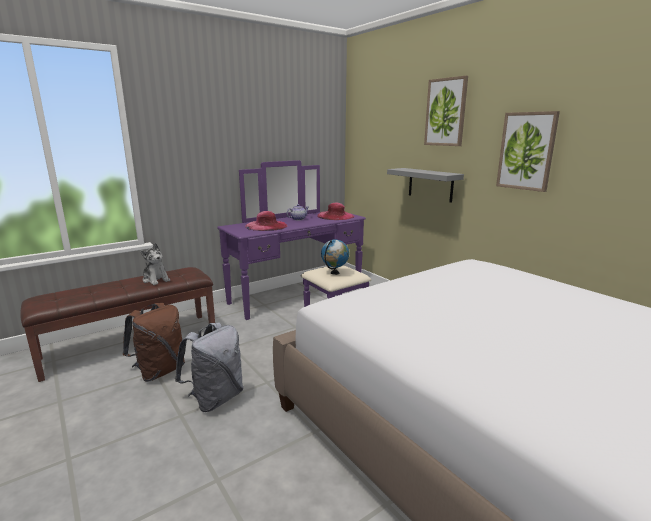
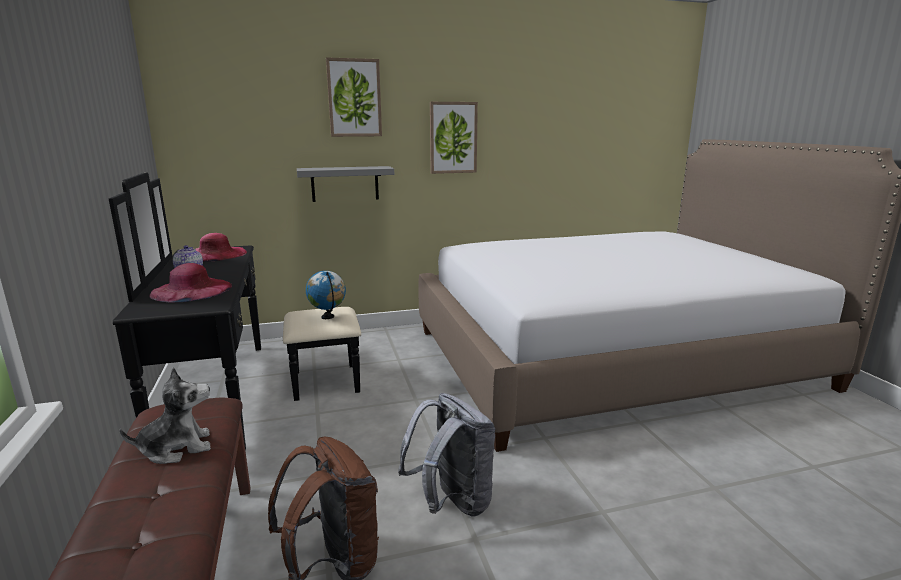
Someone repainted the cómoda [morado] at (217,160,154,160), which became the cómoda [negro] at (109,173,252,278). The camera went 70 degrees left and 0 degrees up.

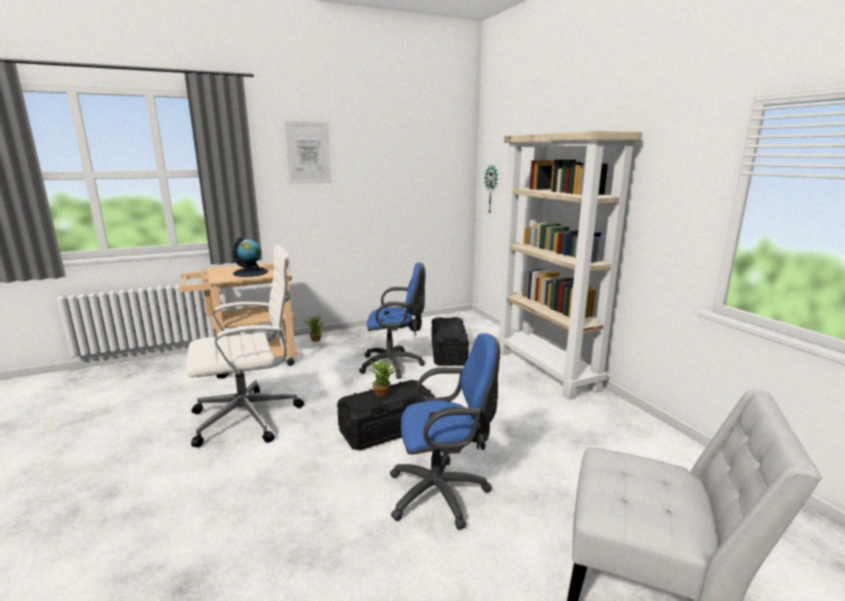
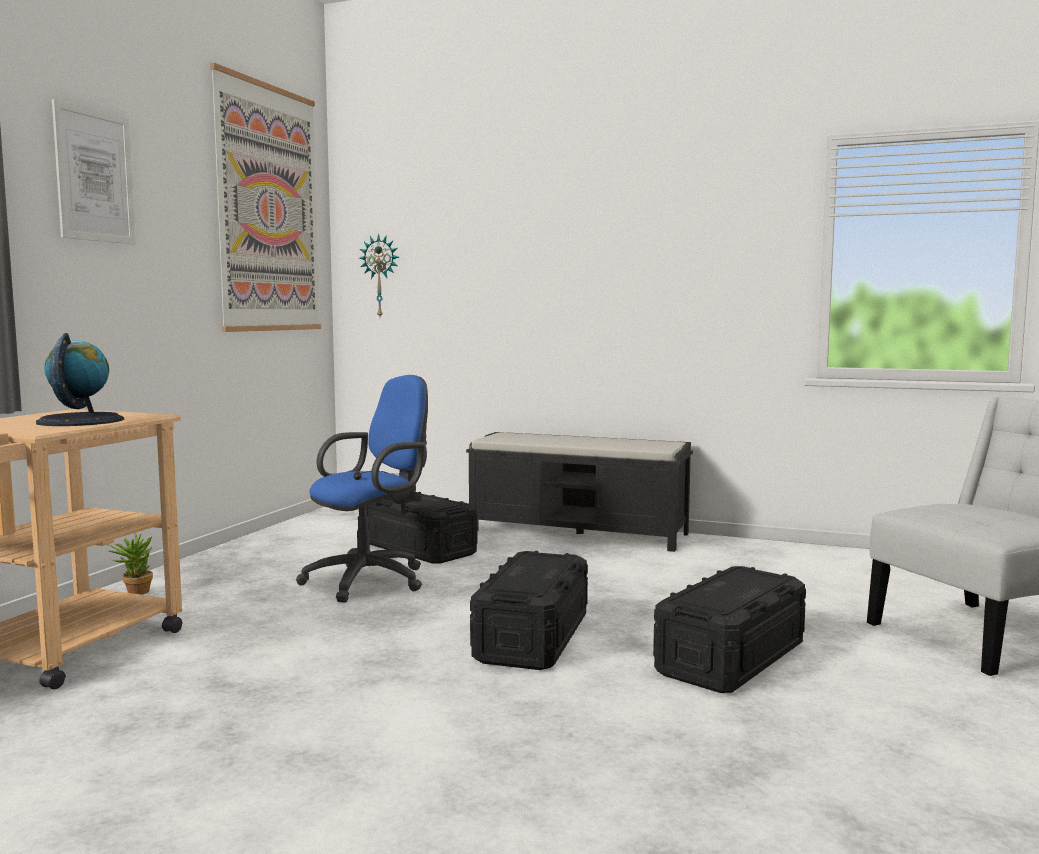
Someone took away the silla de oficina [blanco] at (186,245,118,202). Someone took away the planta en maceta at (370,356,30,41). Someone put up the cuadro at (210,63,111,269). Someone swapped the silla de oficina [azul] at (390,333,110,197) for the caja de almacenaje [negro] at (653,566,153,127). Someone swapped the estantería [beis] at (496,131,146,269) for the banco [negro] at (466,432,227,120). The camera went 45 degrees left and 10 degrees down.

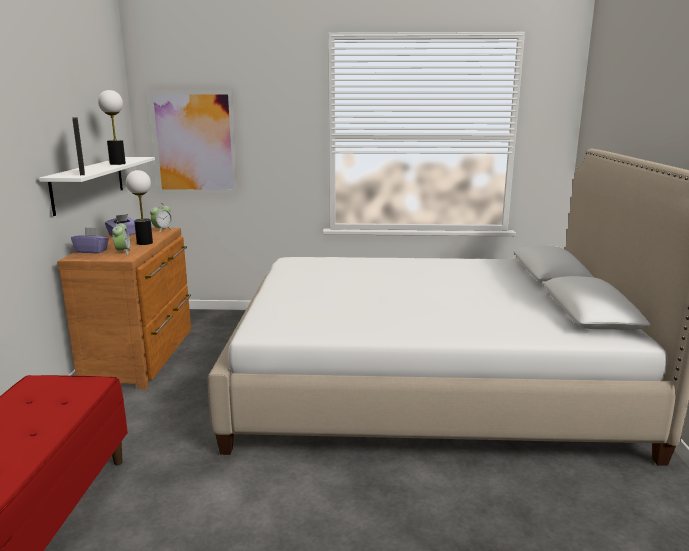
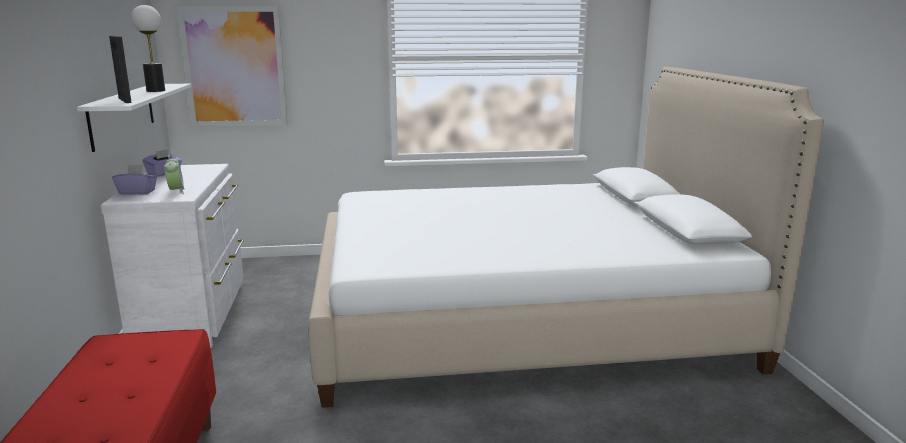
Someone took away the lámpara de mesa at (126,170,27,75). Someone took away the despertador at (150,205,23,28). Someone repainted the cómoda [marrón] at (57,228,134,161), which became the cómoda [blanco] at (101,164,143,184). The camera went 10 degrees left and 0 degrees up.

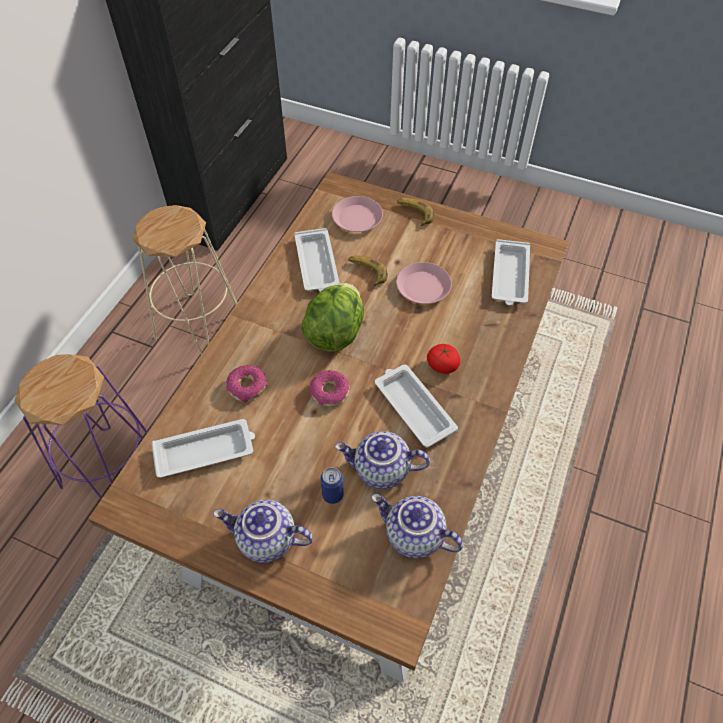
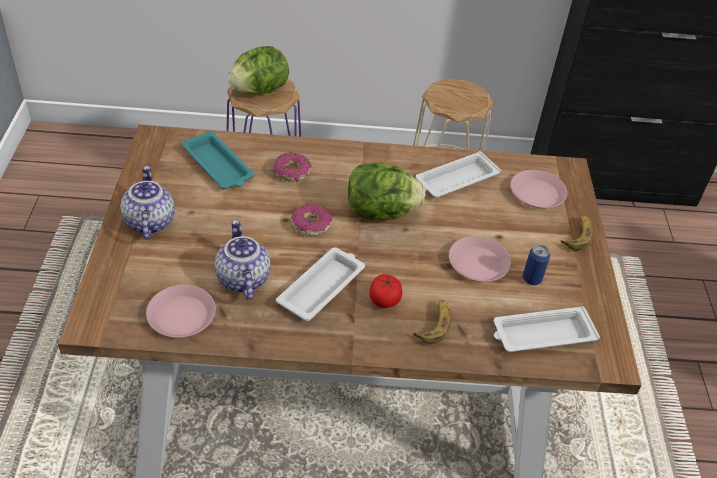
Someone put down the lechuga at (227,46,62,49). Someone carried the lata from (321,467,23,37) to (523,244,27,41). Someone carried the plátano from (348,255,40,31) to (413,300,38,44). Someone swapped the tetera at (372,494,91,64) for the plato [rosa] at (146,285,70,53). Someone repainted the bandeja [blanco] at (152,419,103,59), which became the bandeja [turquesa] at (181,131,73,58). The camera went 65 degrees right and 10 degrees down.

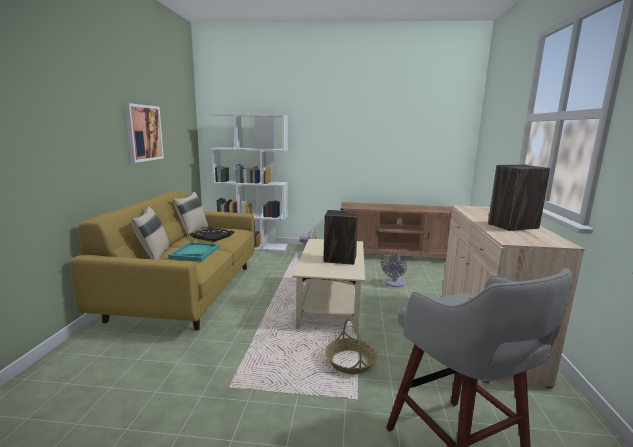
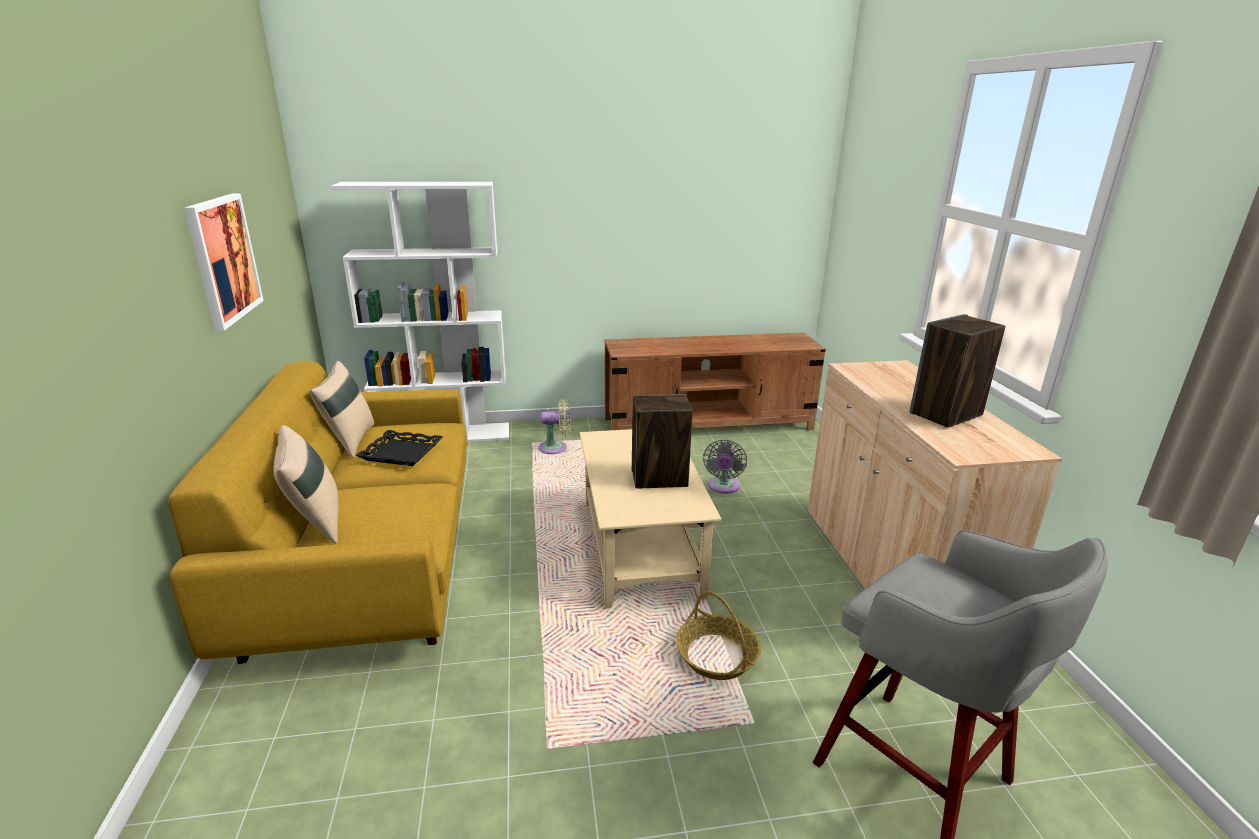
Someone took away the bandeja [turquesa] at (168,242,52,20). The camera went 15 degrees left and 10 degrees up.

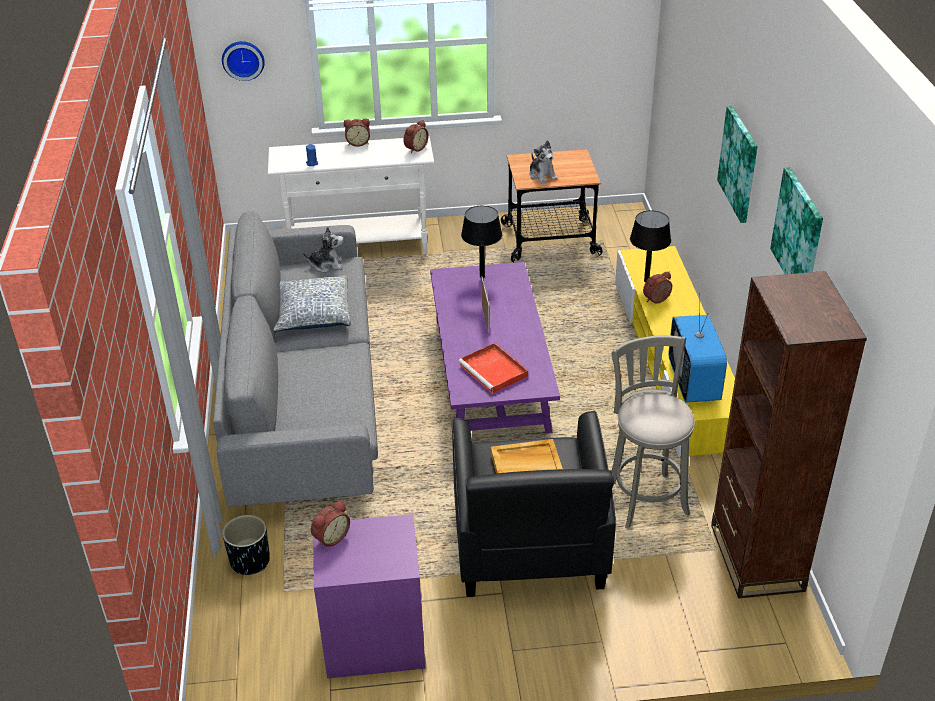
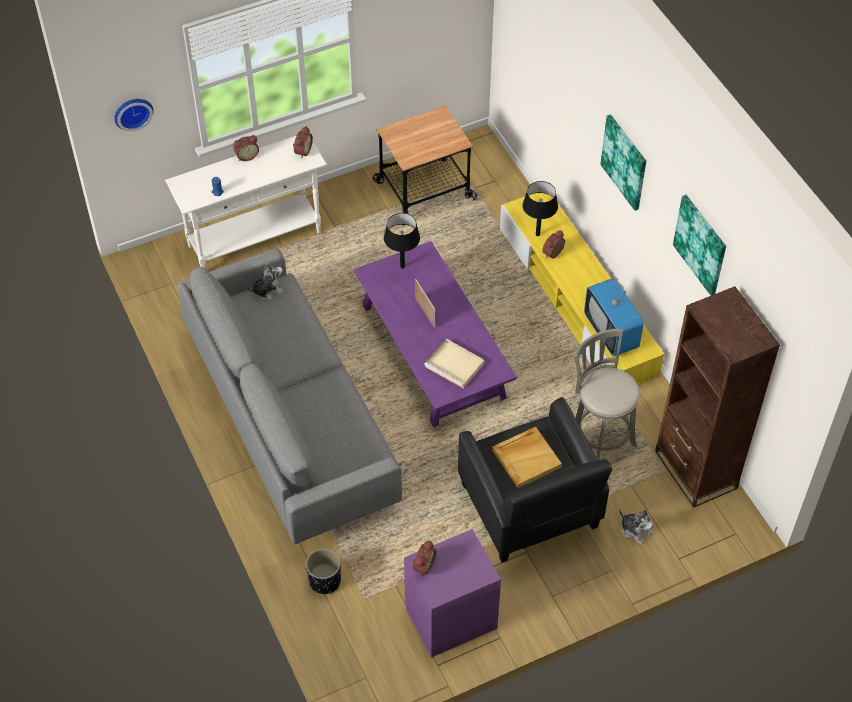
Someone took away the cojín at (274,275,77,57). Someone carried the peluche from (529,140,28,44) to (619,510,34,35). Someone repainted the bandeja [rojo] at (458,343,70,51), which became the bandeja [beis] at (424,338,61,50). The camera went 20 degrees left and 15 degrees up.

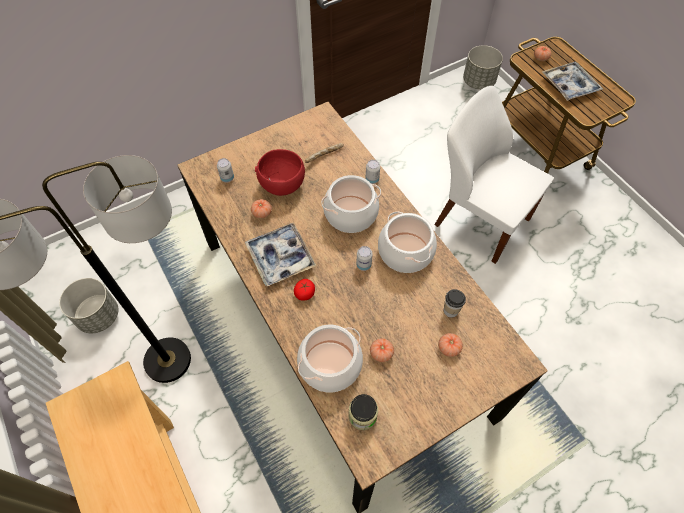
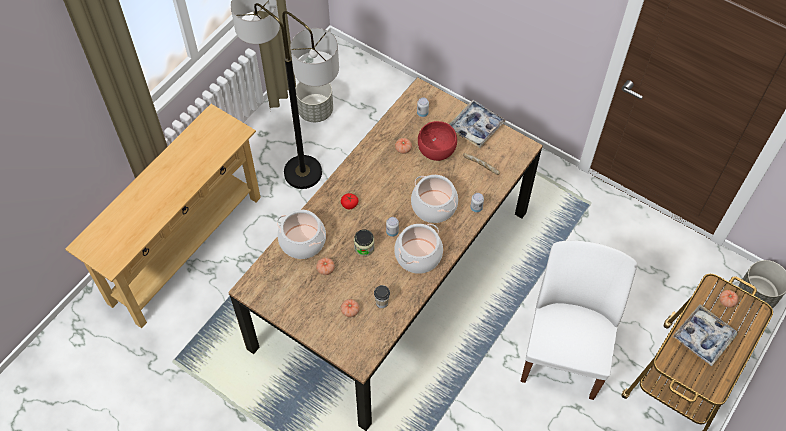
Someone carried the bandeja from (245,223,71,63) to (449,100,57,48). Someone carried the tarro from (349,394,29,36) to (354,229,21,27). The camera went 65 degrees right and 0 degrees up.

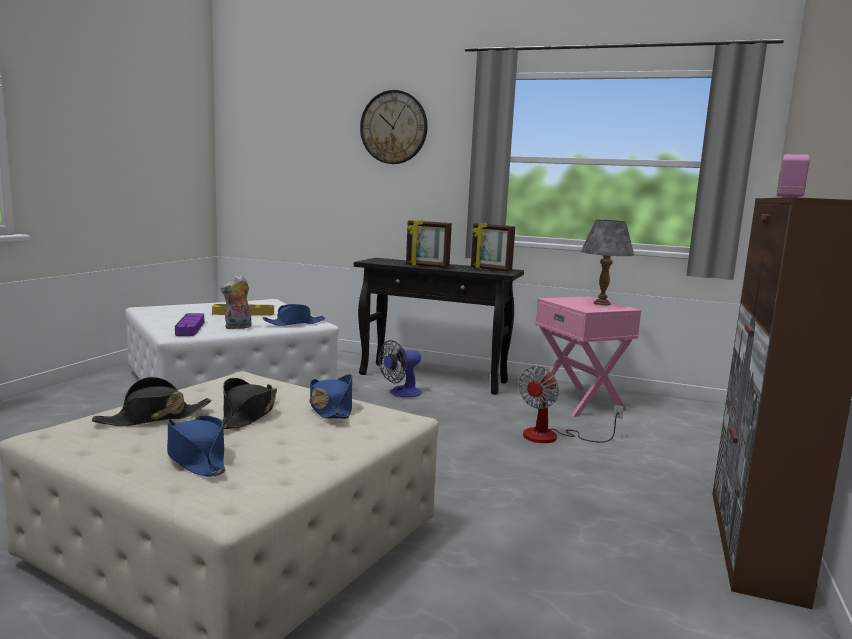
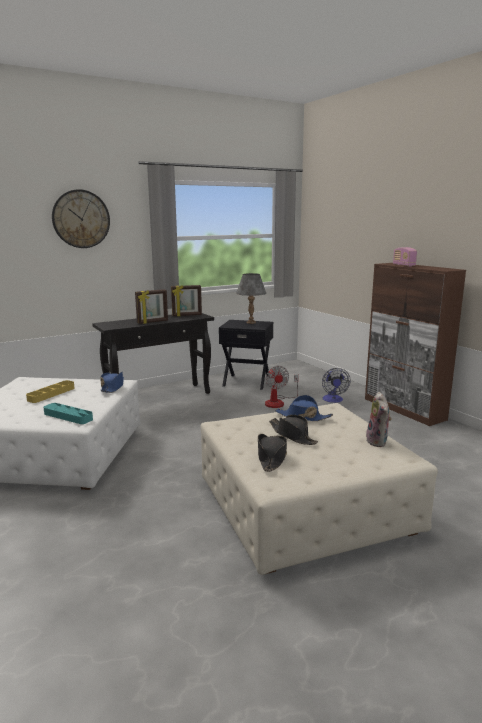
Someone took away the sombrero [azul] at (167,416,59,61). Someone carried the peluche from (221,275,30,55) to (366,392,26,55). Someone carried the ventilador from (378,340,44,57) to (322,368,29,35). Someone repainted the bandeja [morado] at (175,313,29,23), which became the bandeja [turquesa] at (44,403,49,21). Someone repainted the mesa auxiliar [rosa] at (535,297,106,120), which became the mesa auxiliar [negro] at (219,320,54,70). The camera went 50 degrees left and 5 degrees up.

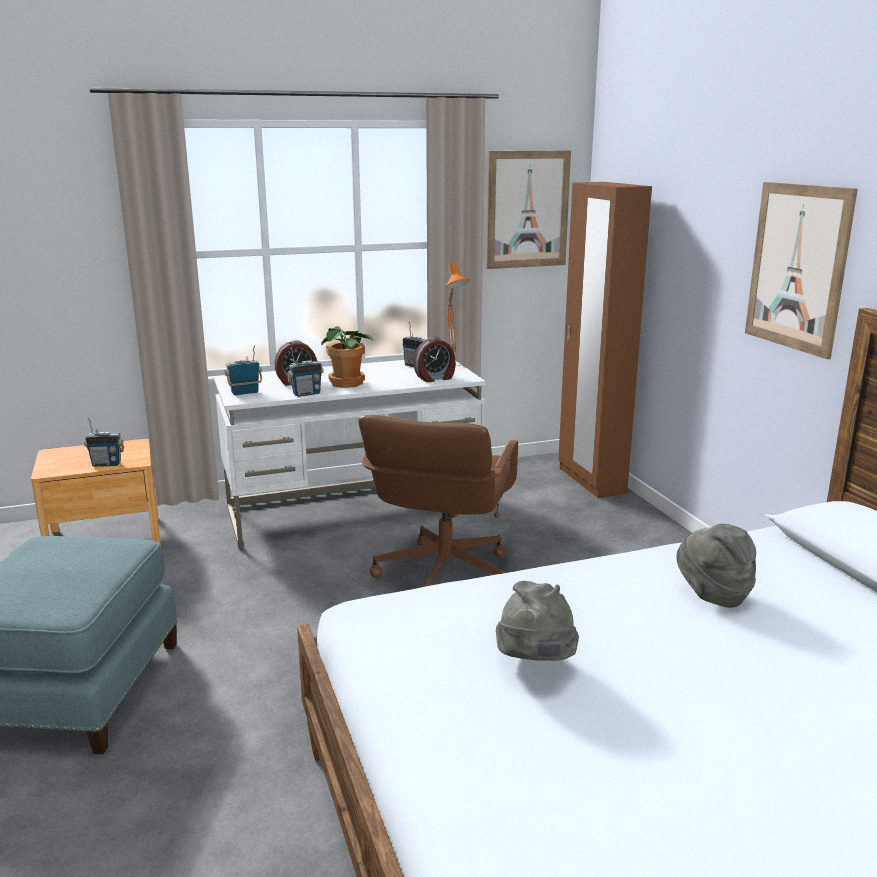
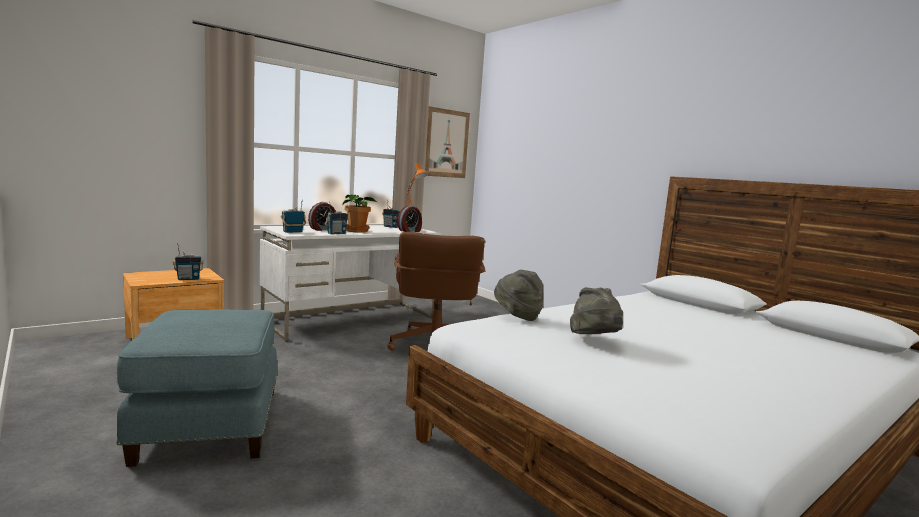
Someone took away the armario ropero [marrón] at (558,182,94,316). Someone took away the cuadro at (745,182,113,177). Someone carried the sombrero [gris] from (676,524,80,84) to (494,270,49,51). The camera went 20 degrees left and 10 degrees down.

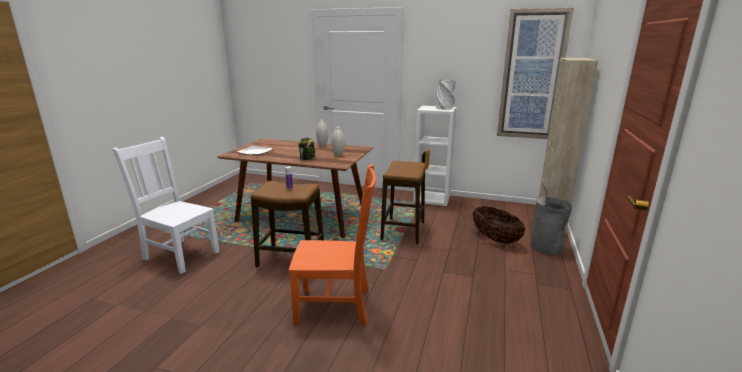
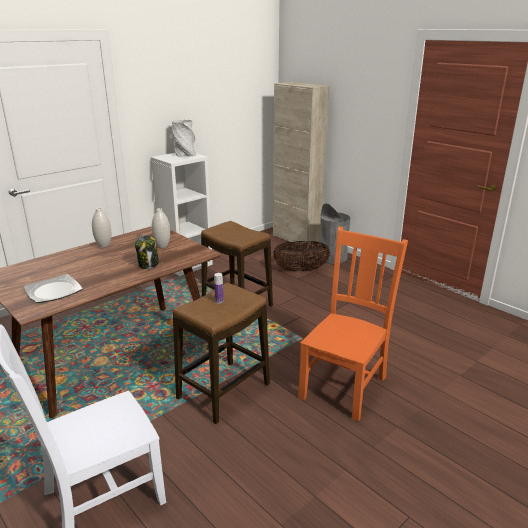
Someone took away the cuadro at (497,8,76,131). The camera went 60 degrees left and 5 degrees up.

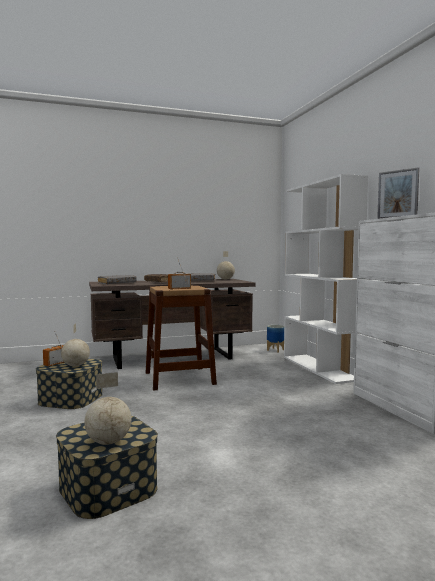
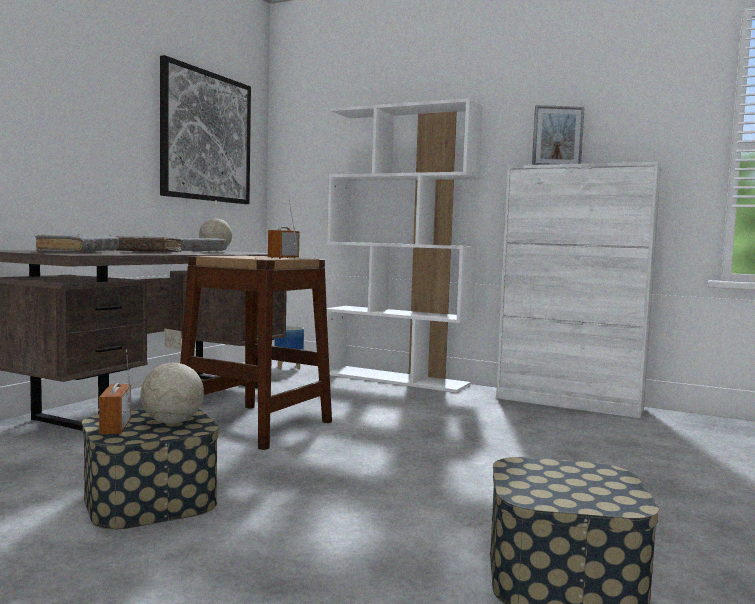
Someone took away the globo terráqueo at (84,372,47,73). Someone put up the cuadro at (160,55,91,149). The camera went 45 degrees left and 0 degrees up.

